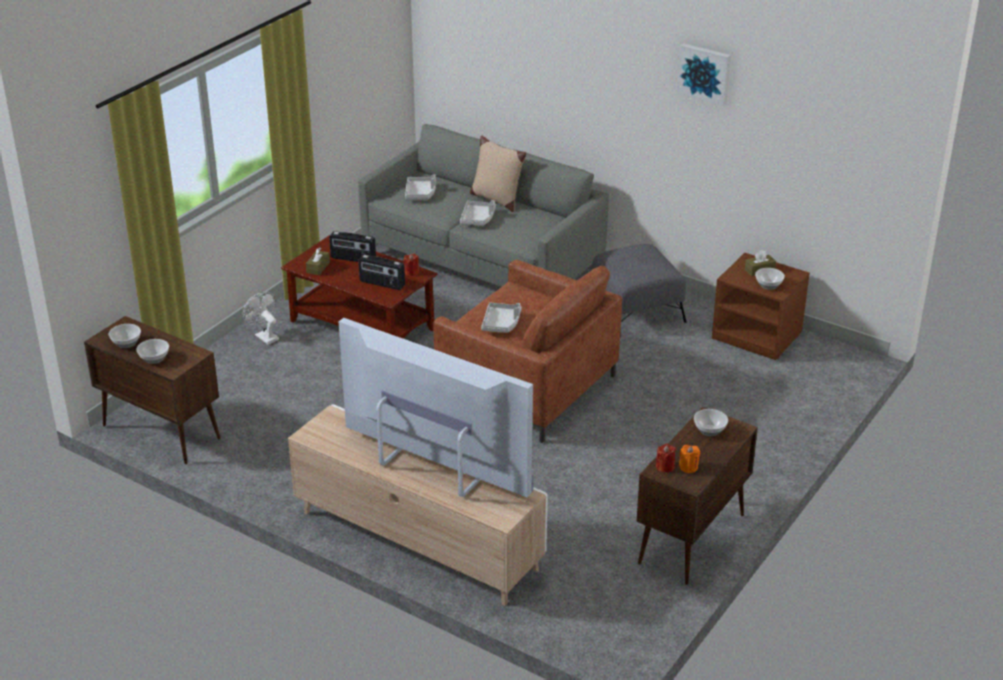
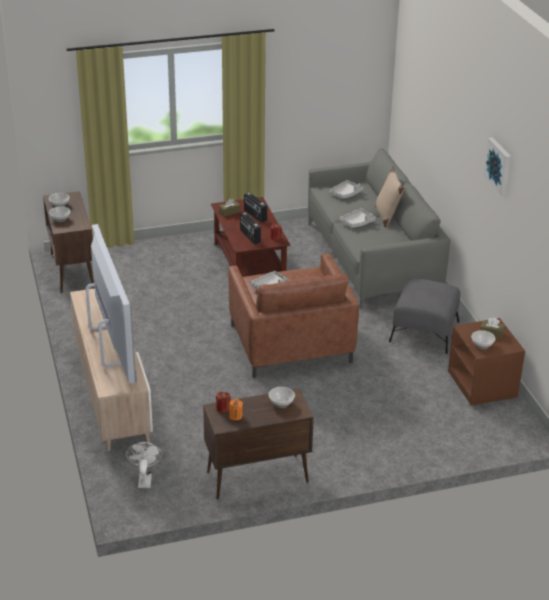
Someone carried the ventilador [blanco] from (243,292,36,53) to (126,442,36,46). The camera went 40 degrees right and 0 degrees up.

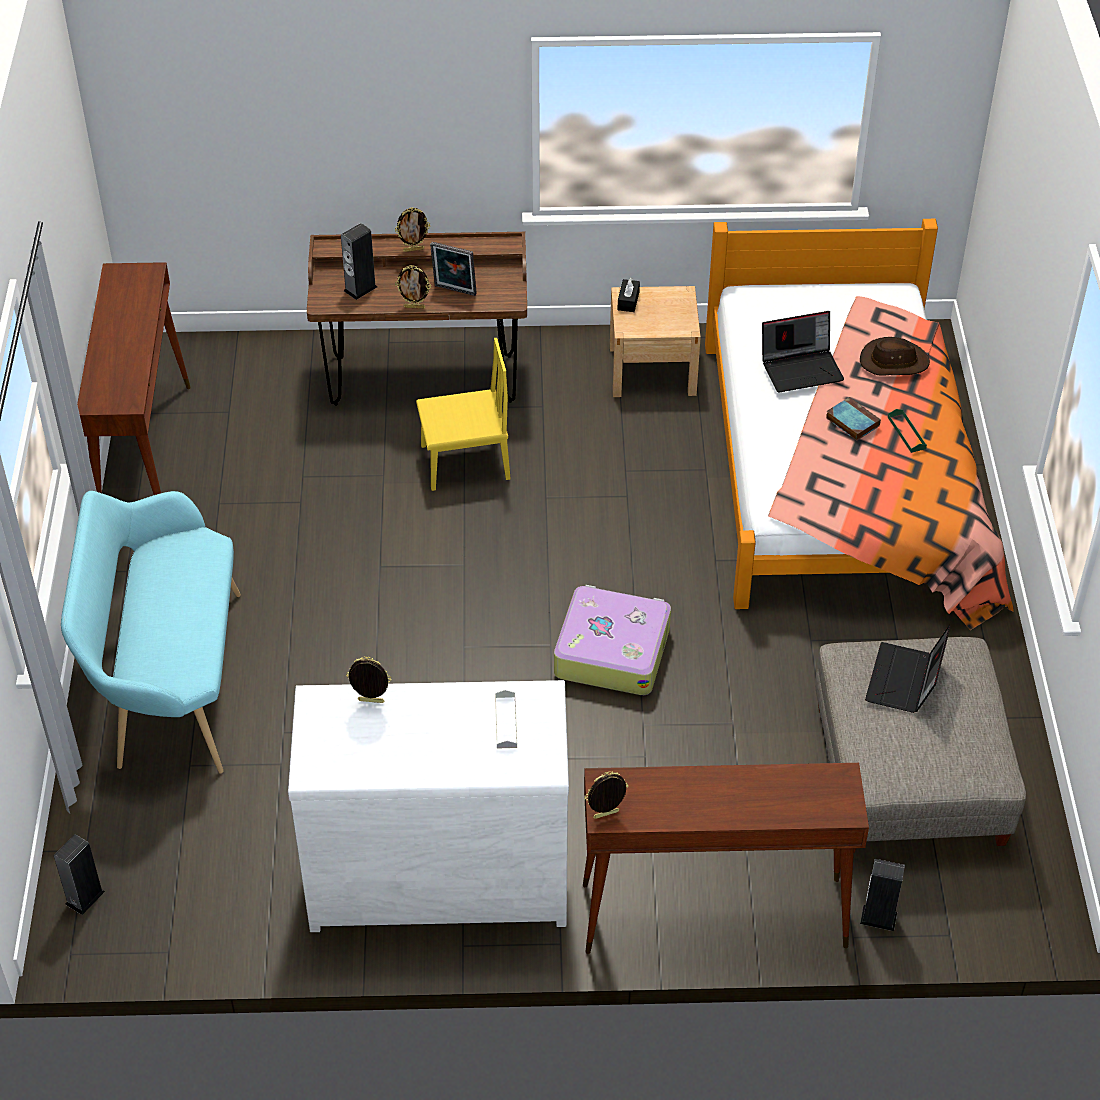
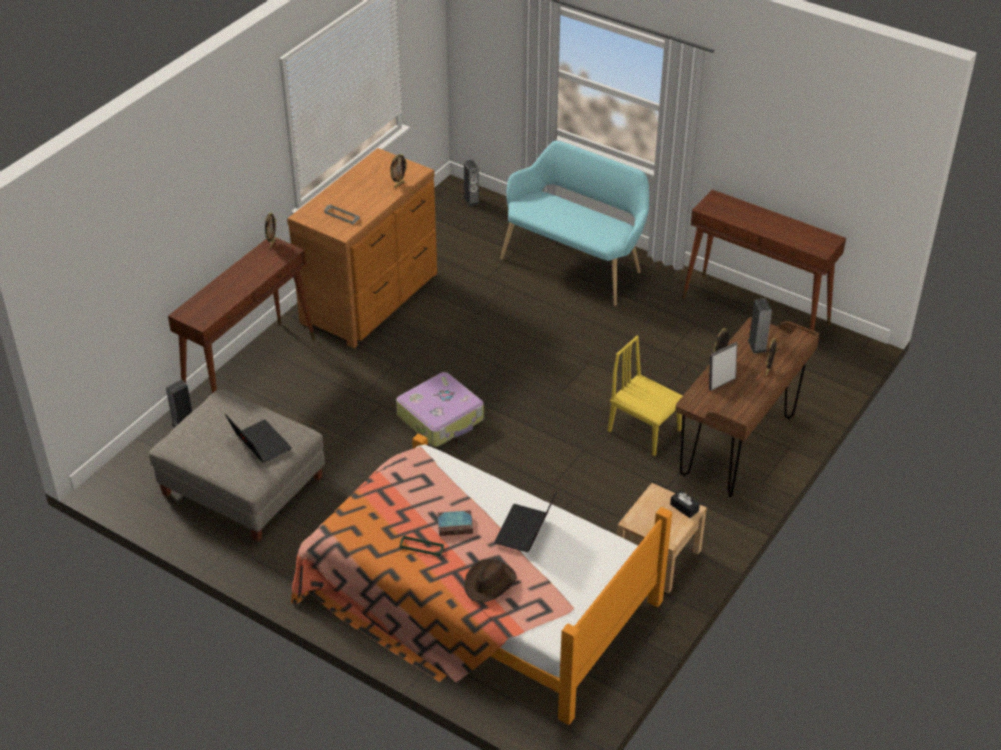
Someone repainted the cómoda [blanco] at (288,680,281,252), which became the cómoda [marrón] at (287,148,150,200). Someone rotated the silla [amarillo] at (416,338,94,153) by 105 degrees clockwise. The camera went 125 degrees right and 5 degrees down.

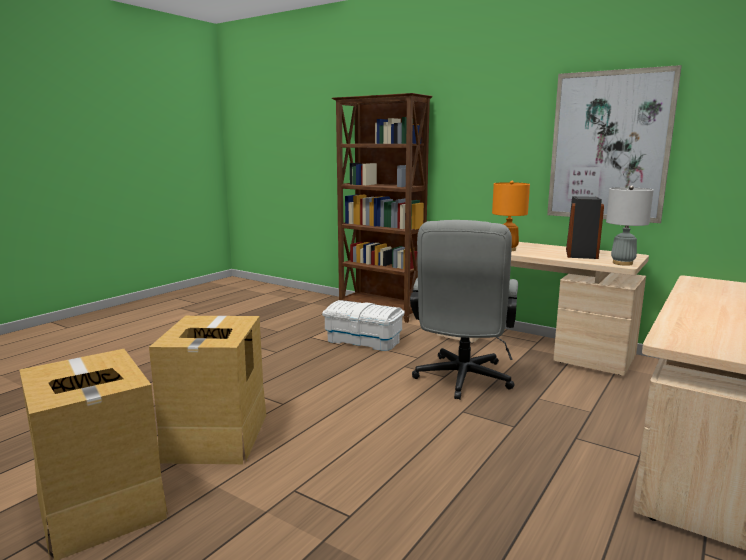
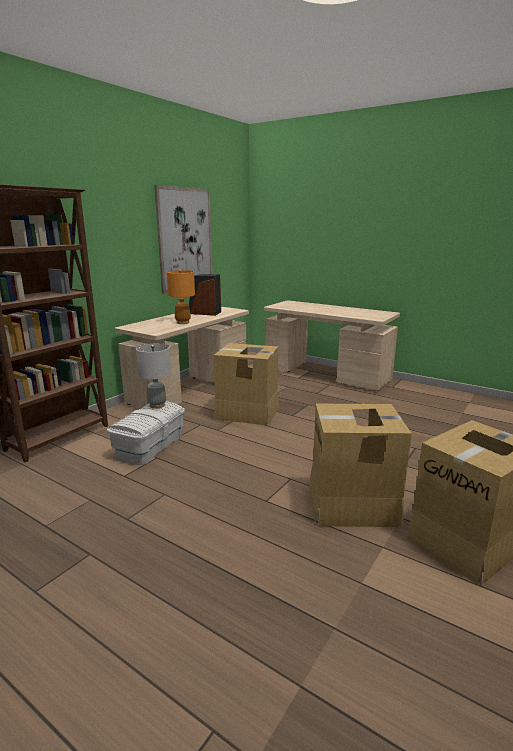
Someone carried the lámpara de mesa [gris] from (606,185,48,81) to (136,343,35,66). Someone swapped the silla de oficina [gris] at (410,220,108,180) for the caja de cartón at (214,343,65,82). The camera went 90 degrees left and 5 degrees up.

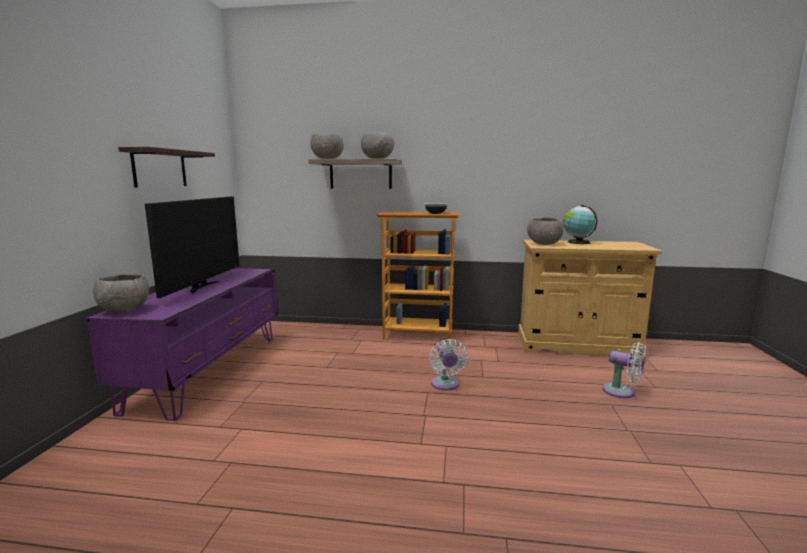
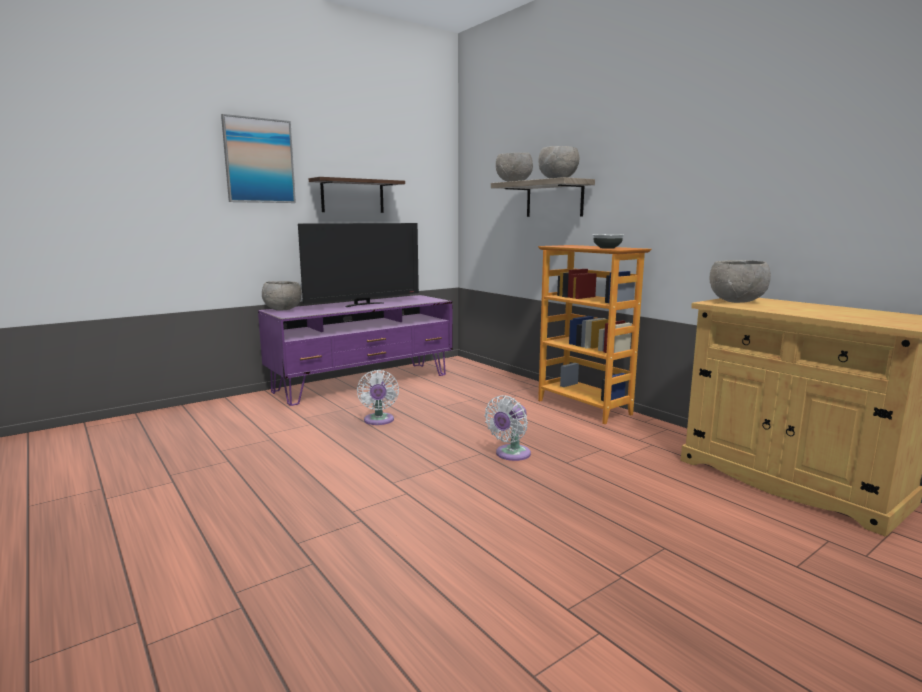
Someone took away the globo terráqueo at (563,205,35,39). Someone put up the cuadro at (221,114,75,89). Someone carried the ventilador [blanco] from (602,342,44,56) to (357,370,42,55). The camera went 45 degrees right and 0 degrees up.

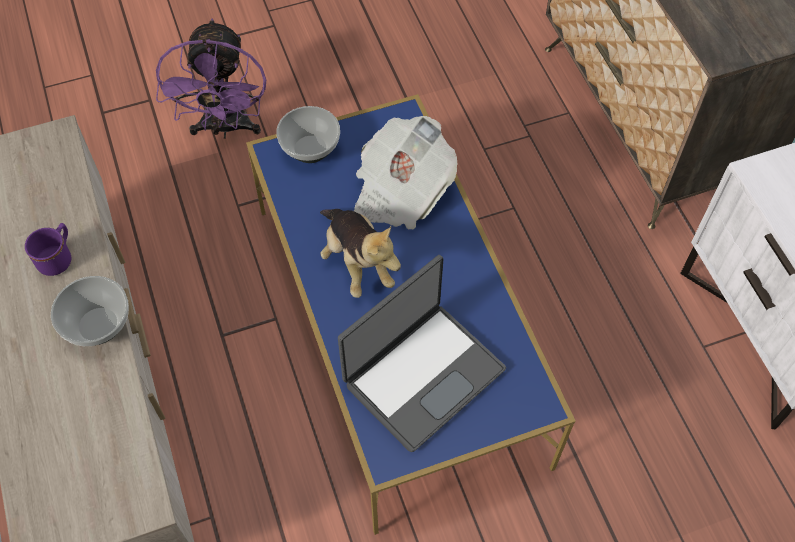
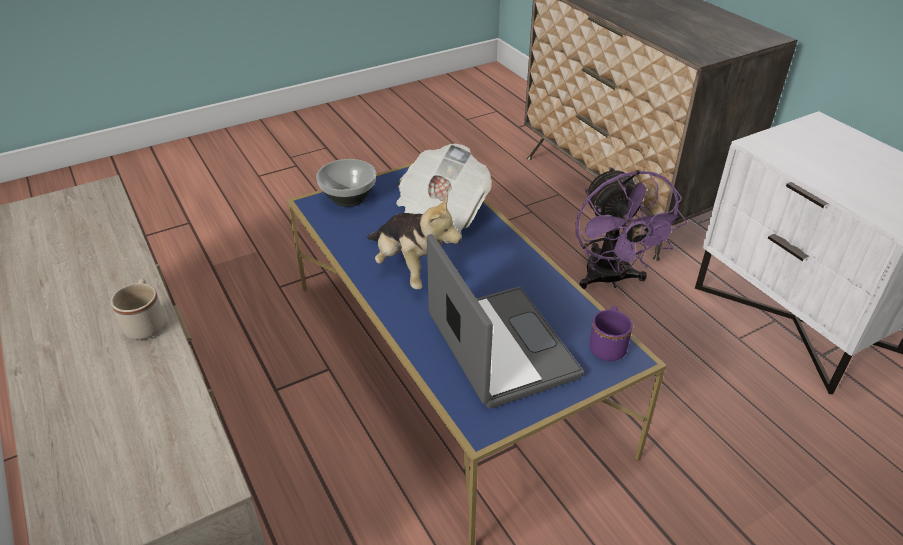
Someone carried the taza grande [morado] from (25,223,46,53) to (590,306,42,55). Someone carried the ventilador [morado] from (156,18,110,121) to (576,167,111,122). Someone swapped the cuenco at (51,276,78,70) for the taza grande [beis] at (111,279,54,61). Someone rotated the portátil at (338,255,168,197) by 60 degrees counterclockwise. The camera went 10 degrees left and 20 degrees down.

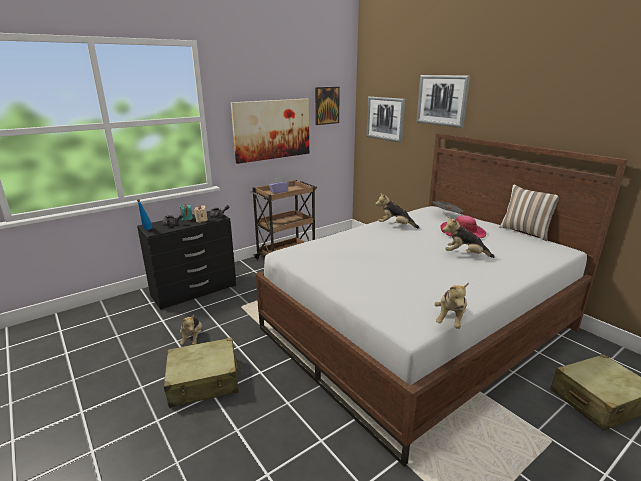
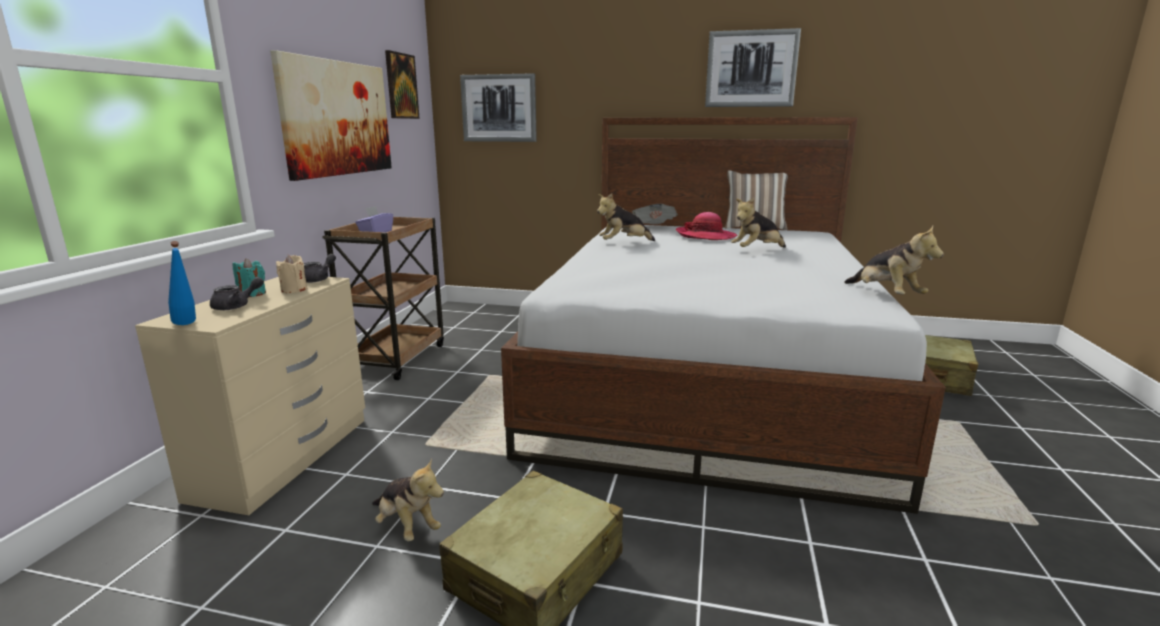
Someone carried the cuadro from (416,75,54,53) to (705,28,96,79). Someone repainted the cómoda [negro] at (137,211,99,99), which became the cómoda [beis] at (135,277,230,238). The camera went 40 degrees left and 5 degrees down.

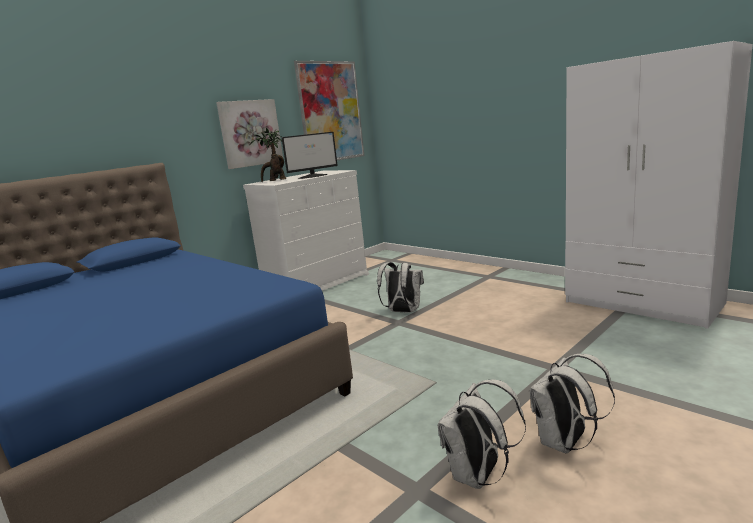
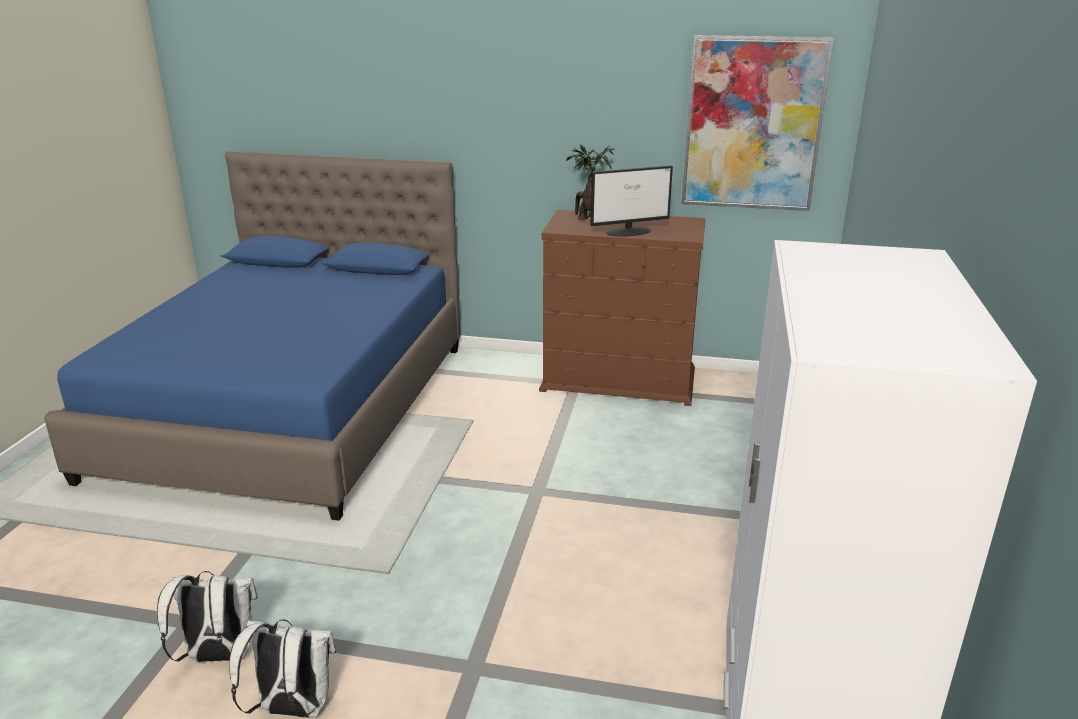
Someone took away the cuadro at (216,99,67,70). Someone took away the mochila [blanco] at (377,262,47,50). Someone repainted the cómoda [blanco] at (243,170,126,121), which became the cómoda [marrón] at (539,210,167,196). Someone rotated the monitor at (282,132,56,47) by 45 degrees counterclockwise. The camera went 55 degrees right and 10 degrees up.

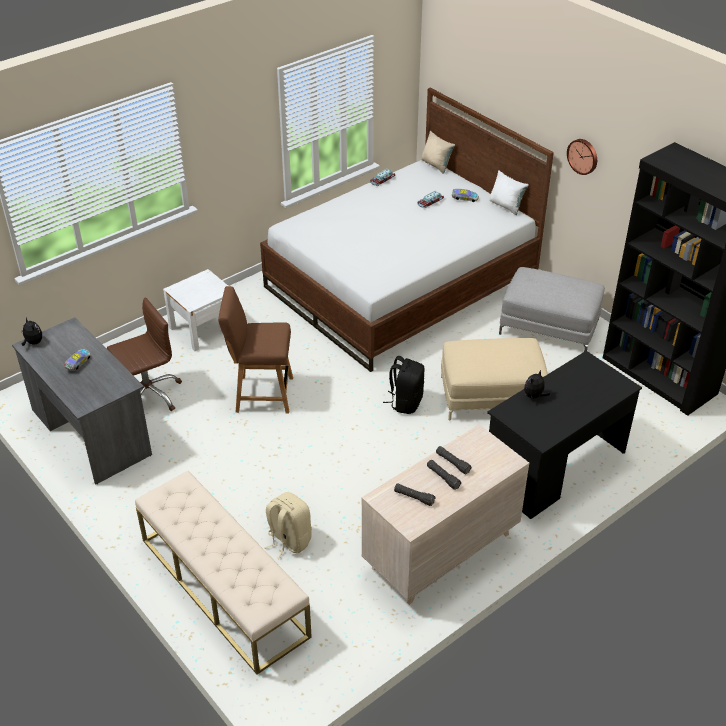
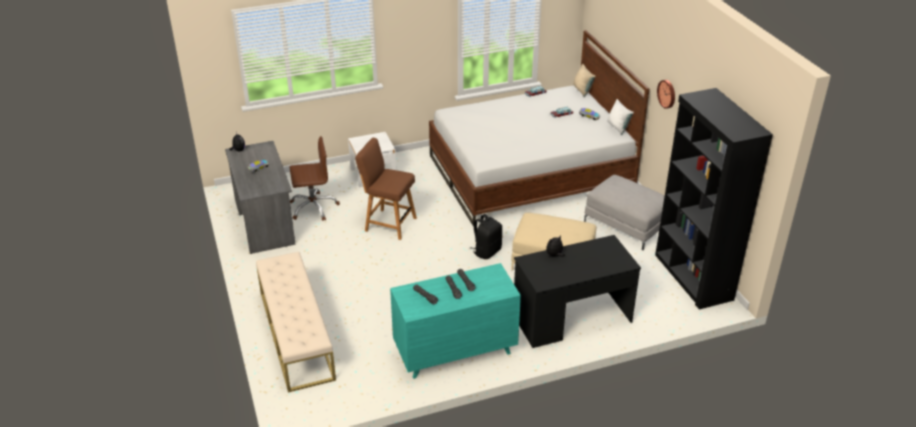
Someone took away the mochila [beis] at (264,492,48,67). Someone repainted the cómoda [beis] at (362,424,167,181), which became the cómoda [turquesa] at (390,263,131,116). The camera went 20 degrees right and 5 degrees down.

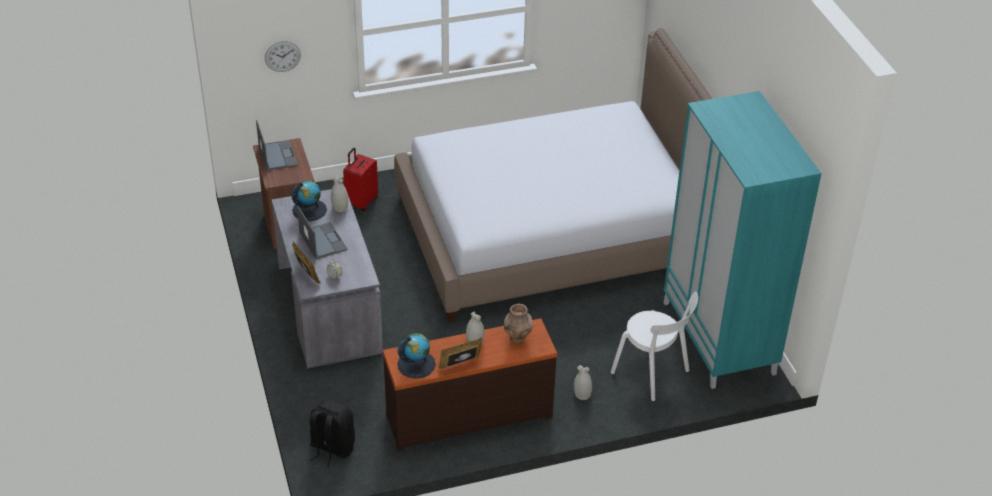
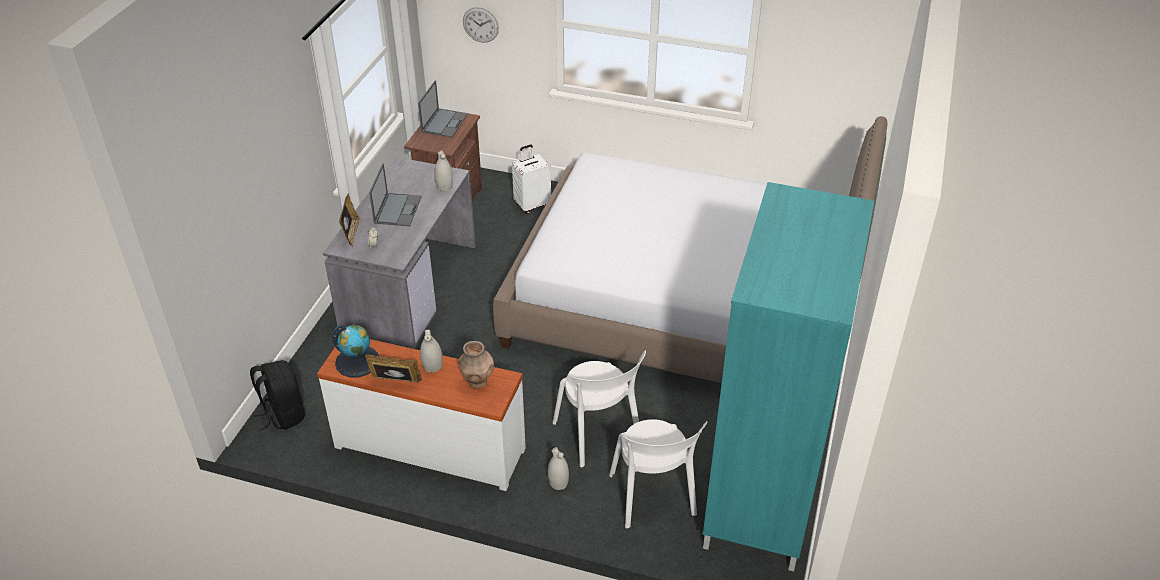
Someone took away the globo terráqueo at (291,181,36,40). Someone put down the silla [blanco] at (553,351,93,116). Someone repainted the maleta [rojo] at (343,148,35,63), which became the maleta [blanco] at (512,144,39,70). Someone repainted the cómoda [marrón] at (383,318,174,134), which became the cómoda [blanco] at (317,339,209,152). The camera went 35 degrees right and 0 degrees up.

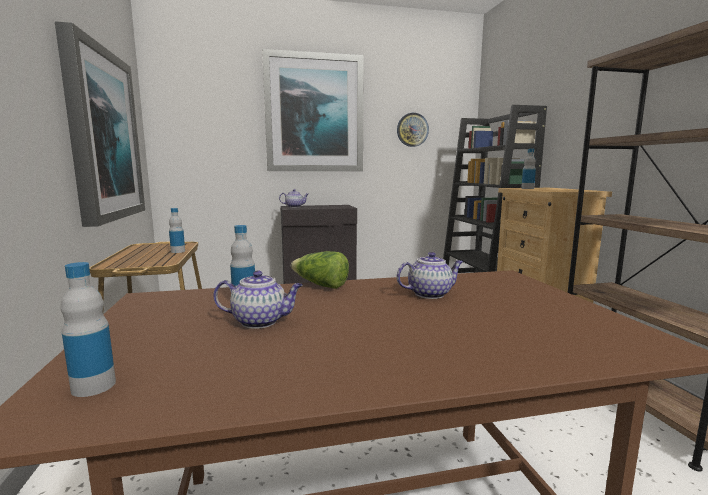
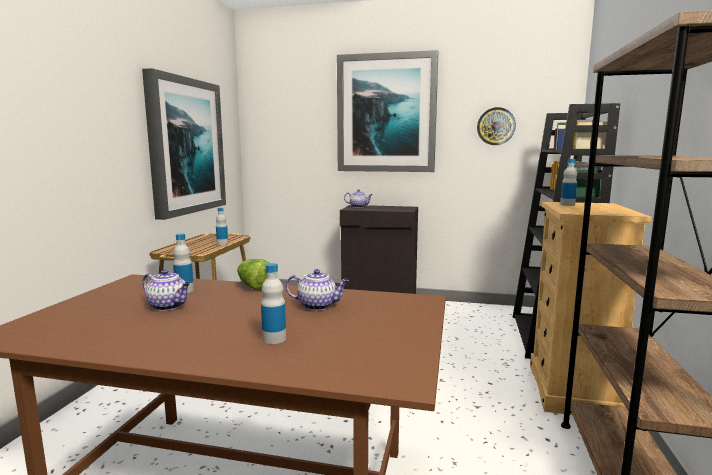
Someone carried the botella from (60,262,56,135) to (261,263,25,81). The camera went 25 degrees right and 0 degrees up.

